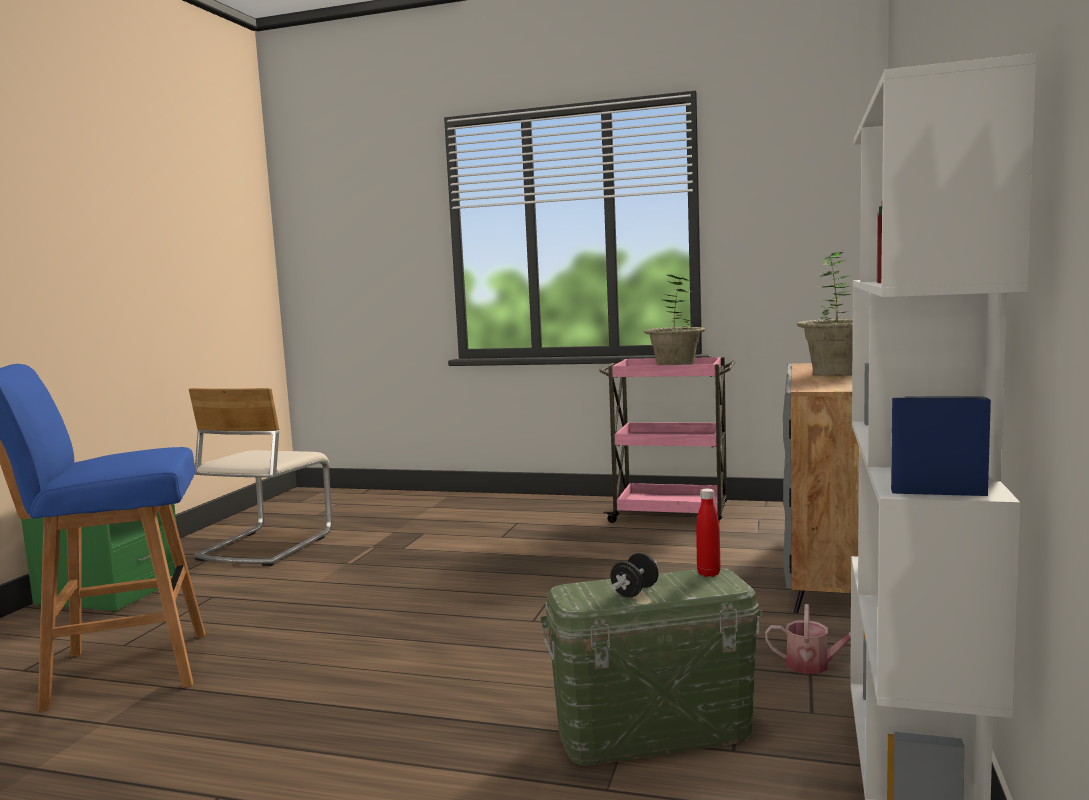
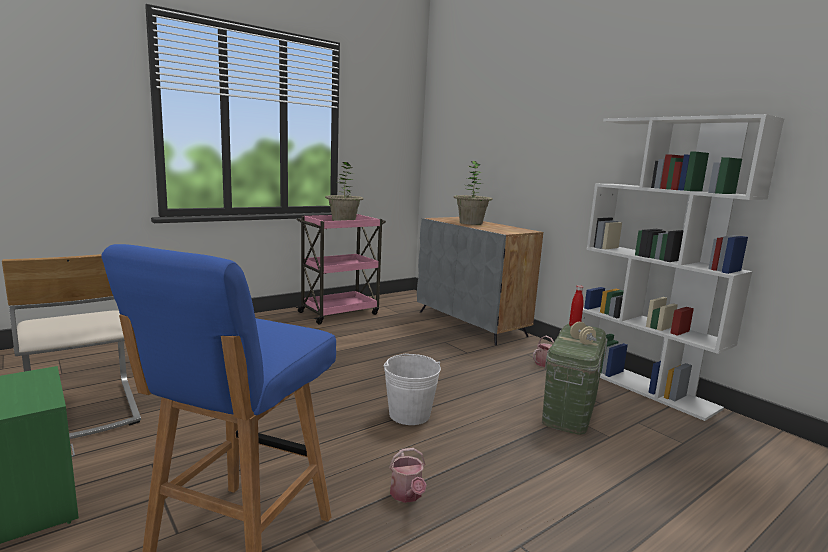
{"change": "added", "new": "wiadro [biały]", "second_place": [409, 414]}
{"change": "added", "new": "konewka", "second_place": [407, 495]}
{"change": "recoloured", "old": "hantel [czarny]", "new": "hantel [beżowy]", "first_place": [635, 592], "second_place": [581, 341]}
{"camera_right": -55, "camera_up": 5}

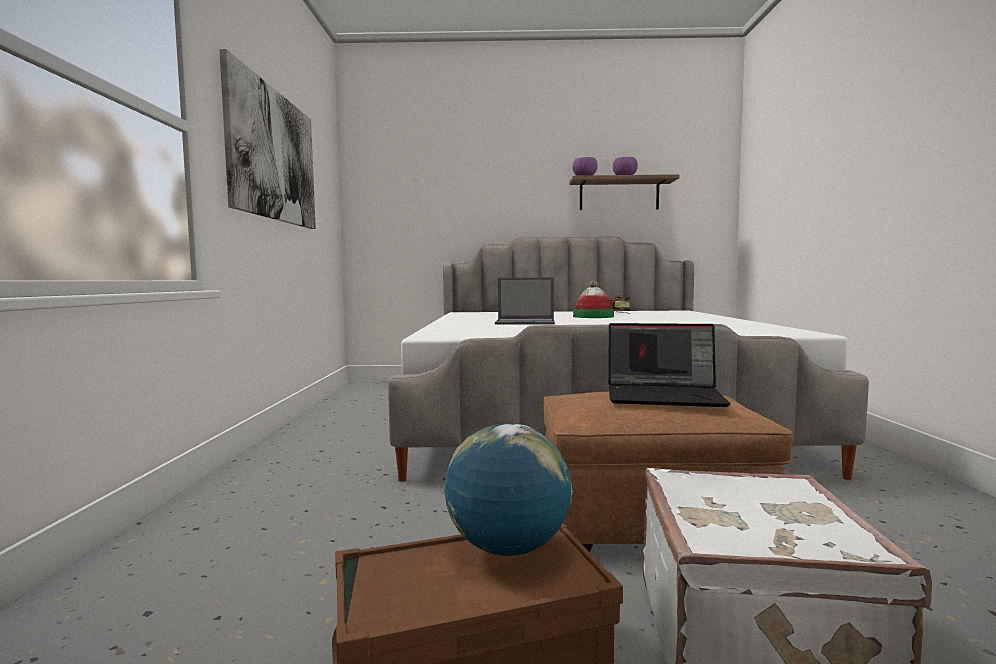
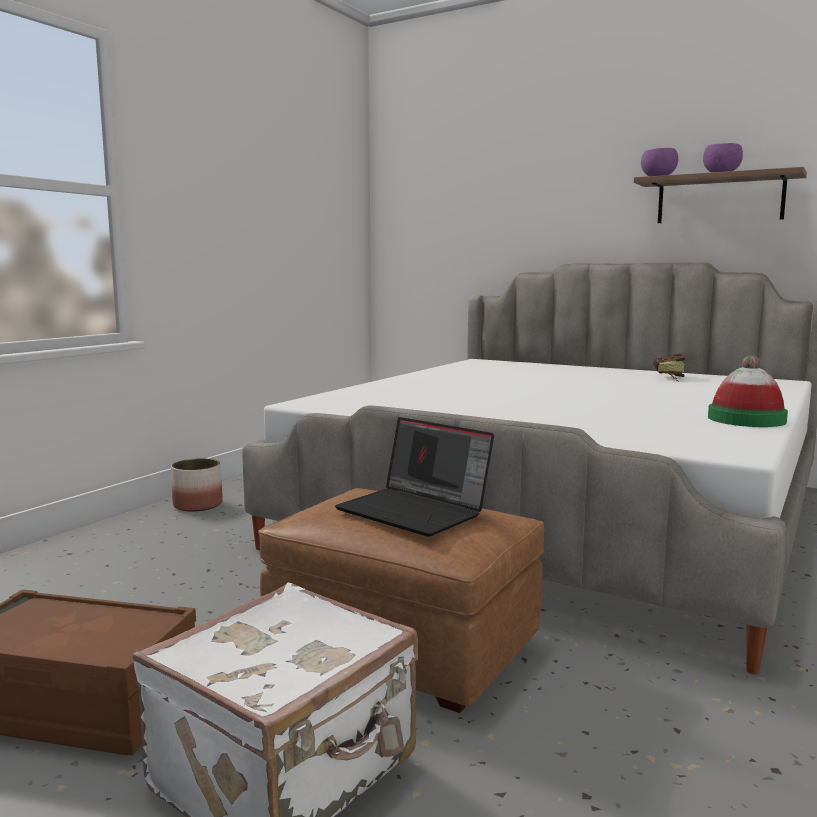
{"change": "removed", "old": "obraz", "first_place": [273, 156]}
{"change": "removed", "old": "globus", "first_place": [508, 548]}
{"change": "removed", "old": "laptop", "first_place": [526, 322]}
{"change": "added", "new": "donica", "second_place": [197, 505]}
{"change": "moved", "old": "kapelusz", "first_place": [593, 316], "second_place": [746, 419]}
{"camera_right": 30, "camera_up": 5}

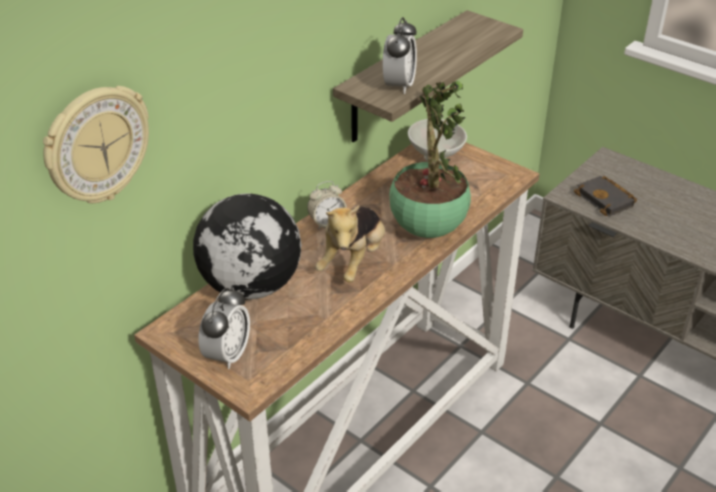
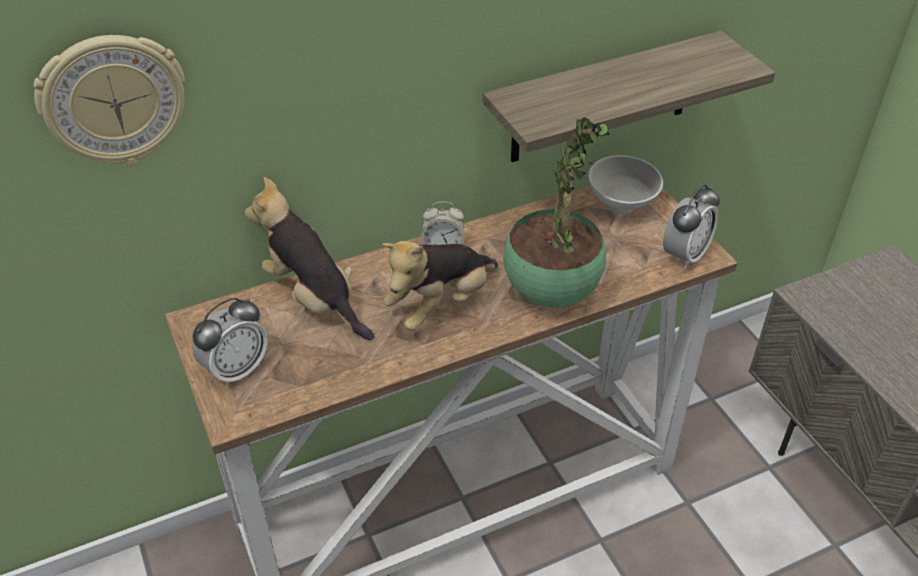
{"change": "removed", "old": "książka [czarny]", "first_place": [606, 200]}
{"change": "moved", "old": "budzik", "first_place": [399, 85], "second_place": [685, 255]}
{"change": "replaced", "old": "globus", "new": "pluszak", "first_place": [252, 286], "second_place": [314, 299]}
{"camera_right": 25, "camera_up": 5}

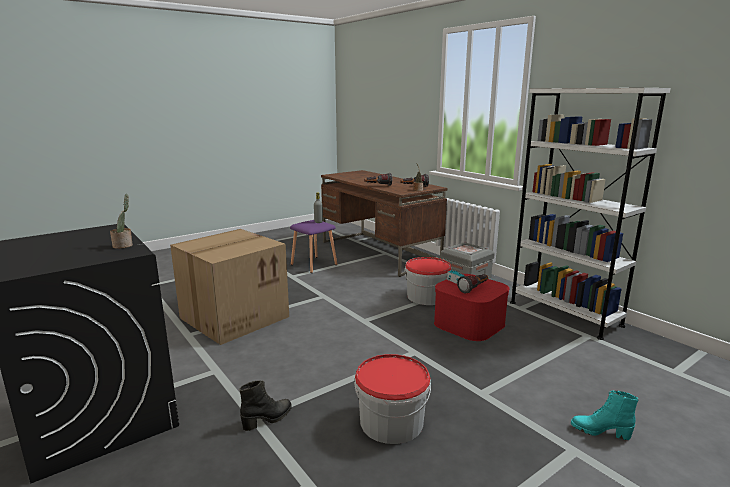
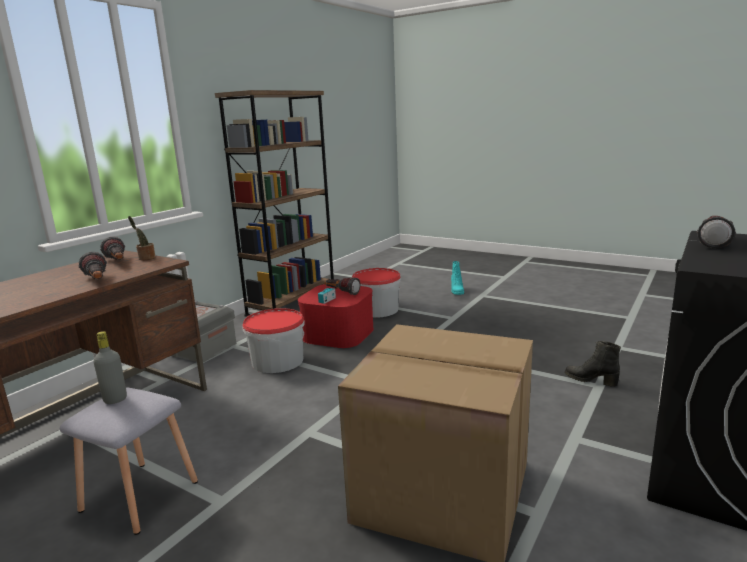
{"change": "moved", "old": "wiadro", "first_place": [391, 421], "second_place": [377, 310]}
{"change": "replaced", "old": "roślina doniczkowa", "new": "latarka", "first_place": [124, 245], "second_place": [712, 242]}
{"change": "recoloured", "old": "stołek [fioletowy]", "new": "stołek [szary]", "first_place": [313, 264], "second_place": [139, 497]}
{"change": "recoloured", "old": "regał [biały]", "new": "regał [brązowy]", "first_place": [564, 314], "second_place": [292, 304]}
{"camera_right": -110, "camera_up": 0}

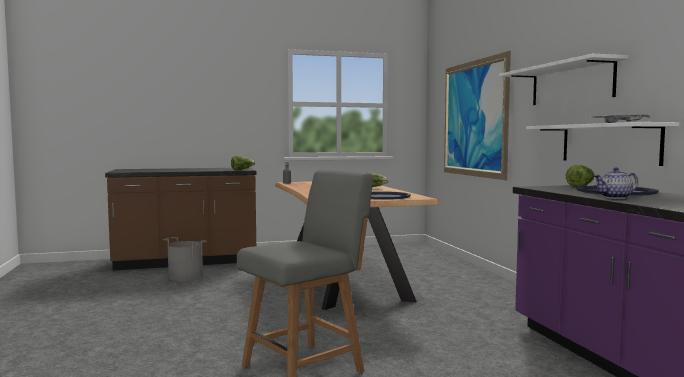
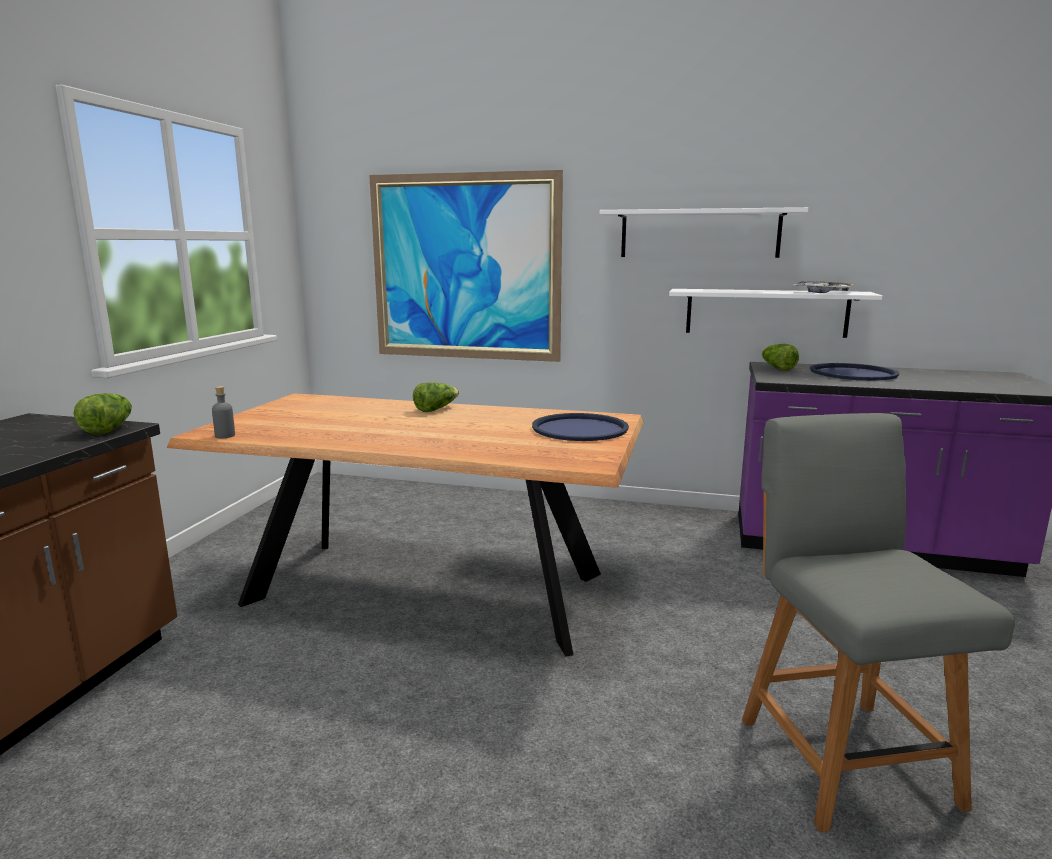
{"change": "removed", "old": "wiadro [szary]", "first_place": [186, 276]}
{"change": "removed", "old": "imbryk", "first_place": [615, 197]}
{"camera_right": -60, "camera_up": 10}

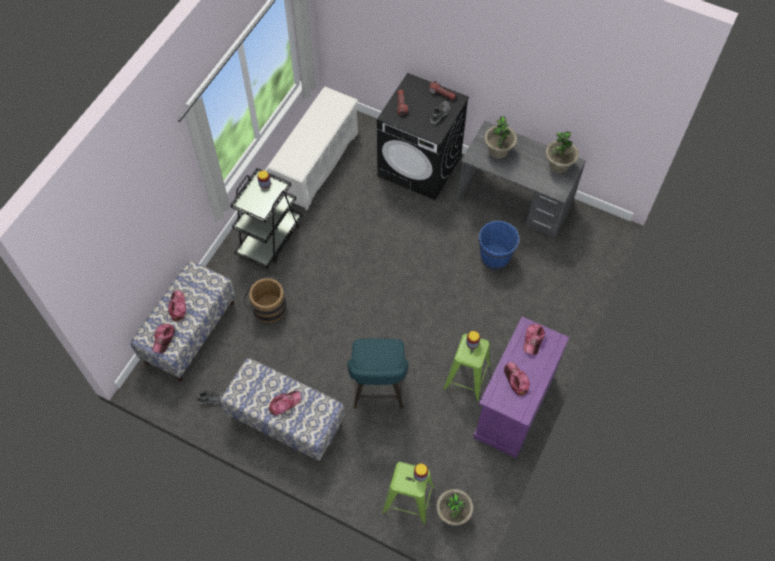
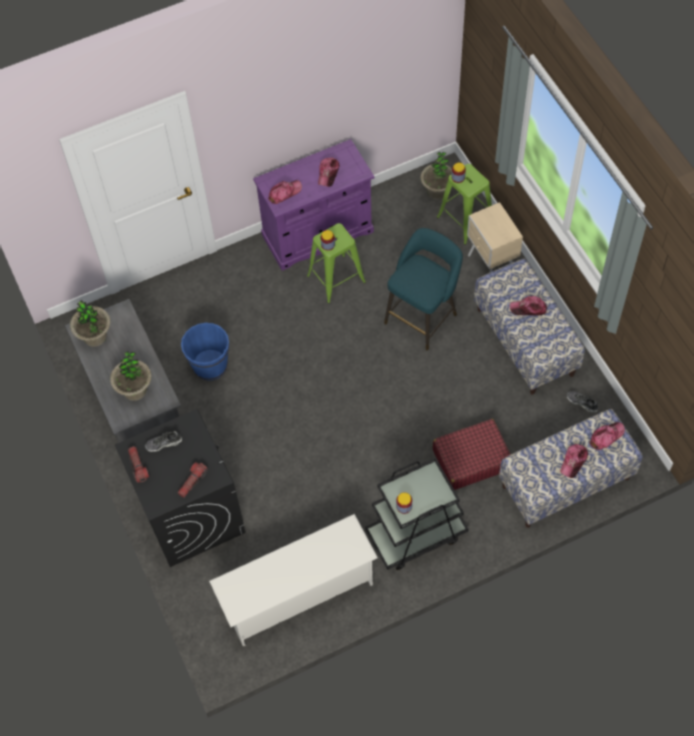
{"change": "added", "new": "szafka nocna [beżowy]", "second_place": [491, 266]}
{"change": "replaced", "old": "wiadro [brązowy]", "new": "walizka [czerwony]", "first_place": [266, 307], "second_place": [471, 459]}
{"camera_right": -140, "camera_up": 0}

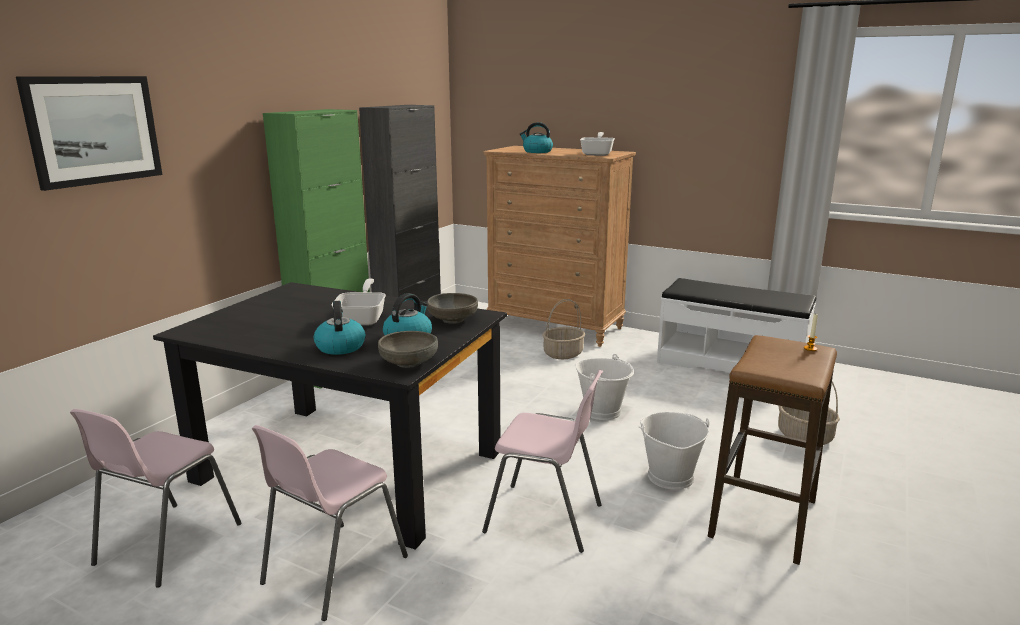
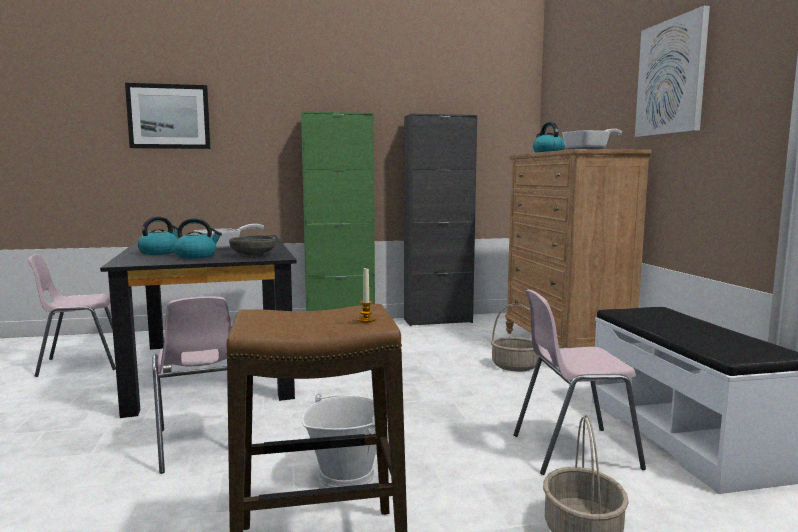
{"change": "removed", "old": "miska [szary]", "first_place": [408, 363]}
{"change": "removed", "old": "wiadro [biały]", "first_place": [602, 411]}
{"change": "added", "new": "obraz", "second_place": [671, 77]}
{"change": "moved", "old": "krzesło [różowy]", "first_place": [332, 570], "second_place": [573, 451]}
{"camera_right": 50, "camera_up": -10}

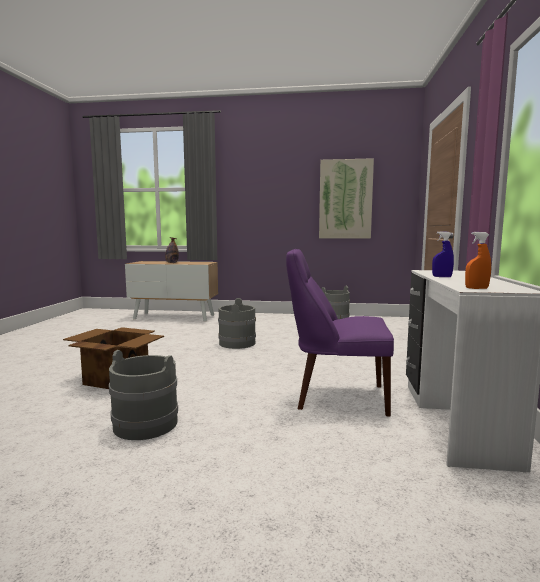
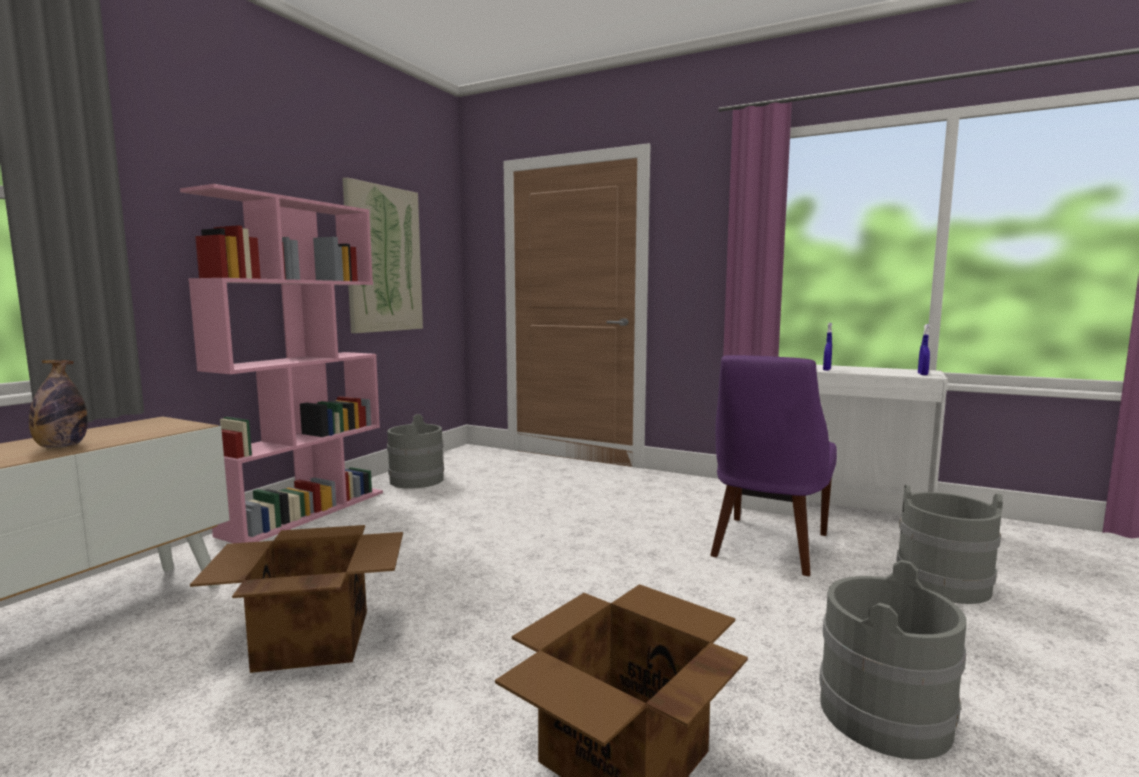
{"change": "added", "new": "regał [różowy]", "second_place": [306, 512]}
{"change": "added", "new": "karton", "second_place": [311, 639]}
{"change": "moved", "old": "wiadro [szary]", "first_place": [237, 343], "second_place": [942, 583]}
{"change": "recoloured", "old": "spryskiwacz [pomarańczowy]", "new": "spryskiwacz [niebieski]", "first_place": [476, 288], "second_place": [922, 374]}
{"camera_right": -70, "camera_up": 0}

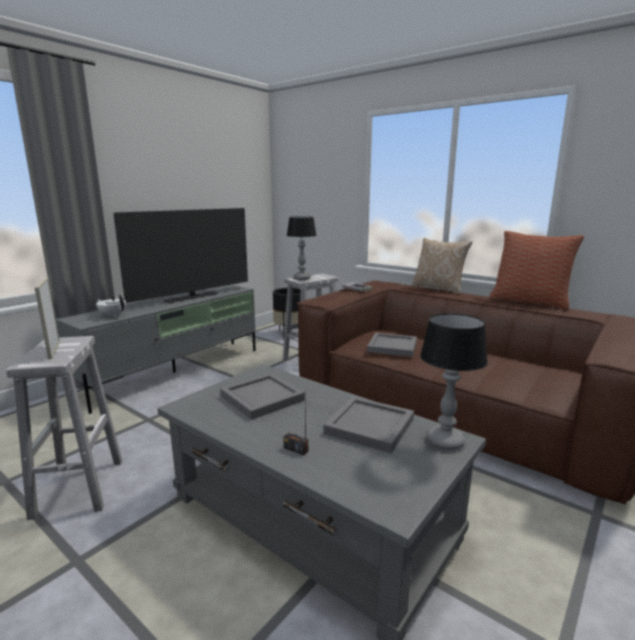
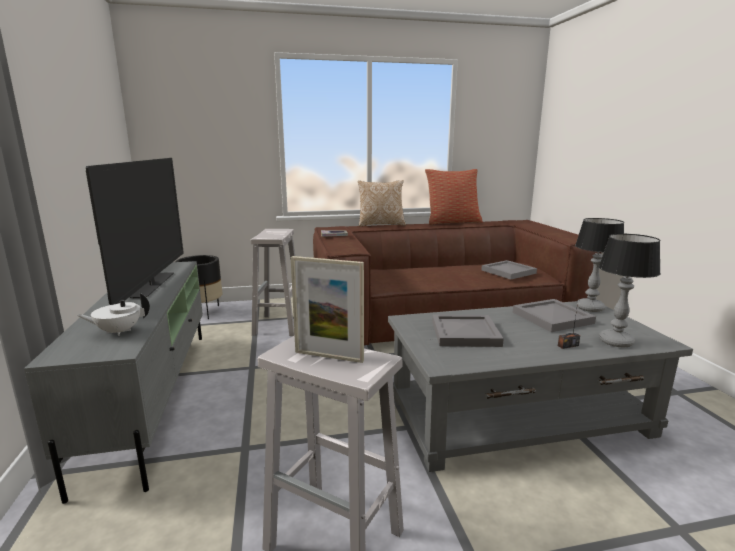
{"change": "moved", "old": "lampa stołowa", "first_place": [301, 278], "second_place": [616, 342]}
{"change": "moved", "old": "taca [szary]", "first_place": [392, 346], "second_place": [507, 271]}
{"camera_right": -50, "camera_up": 0}

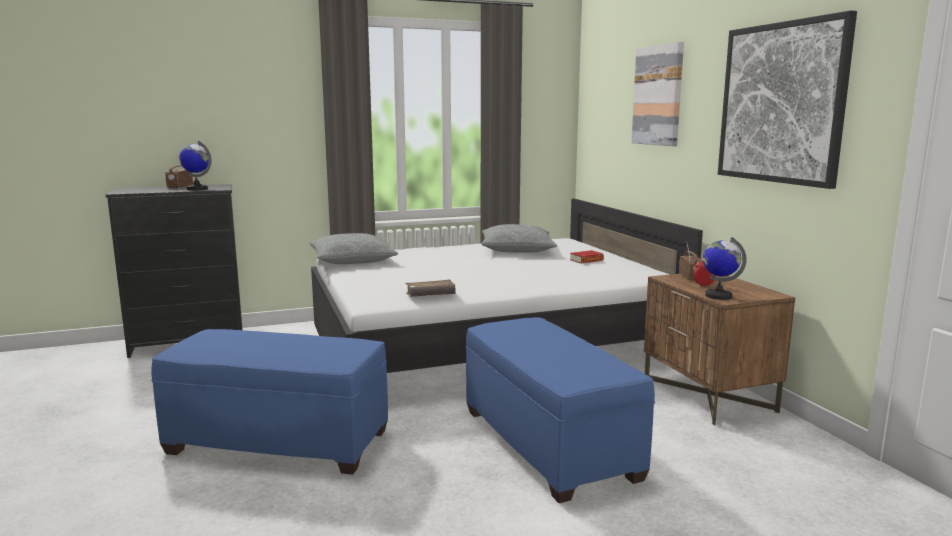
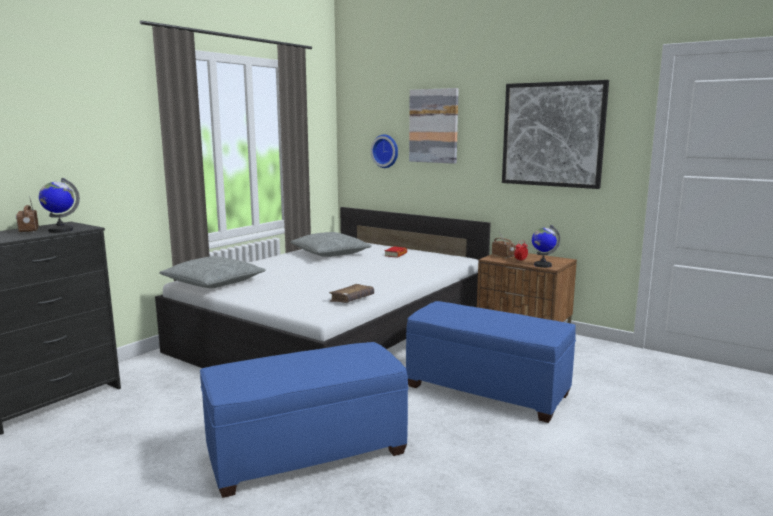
{"change": "added", "new": "zegar ścienny", "second_place": [386, 151]}
{"camera_right": -35, "camera_up": 0}

